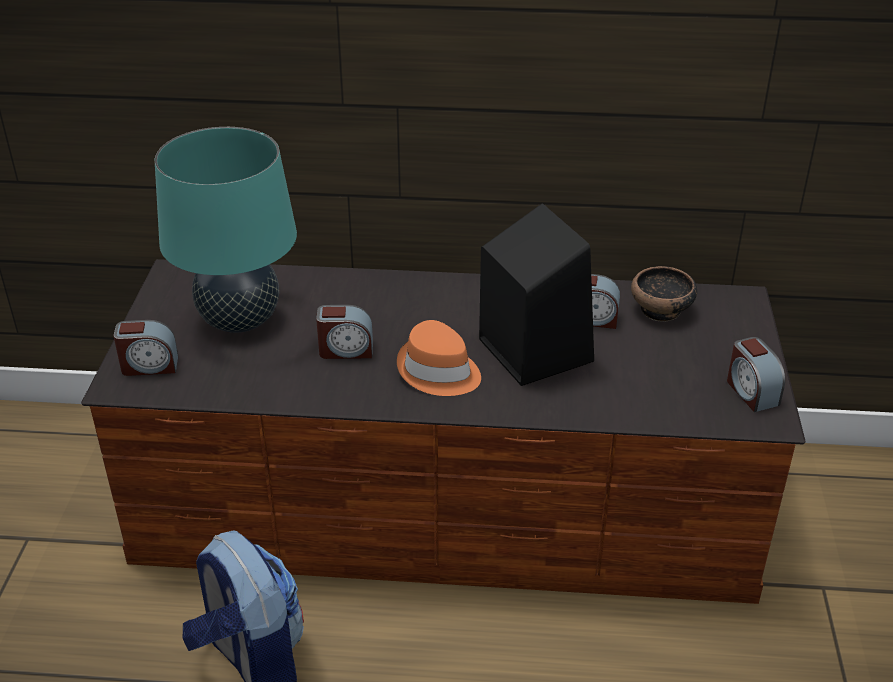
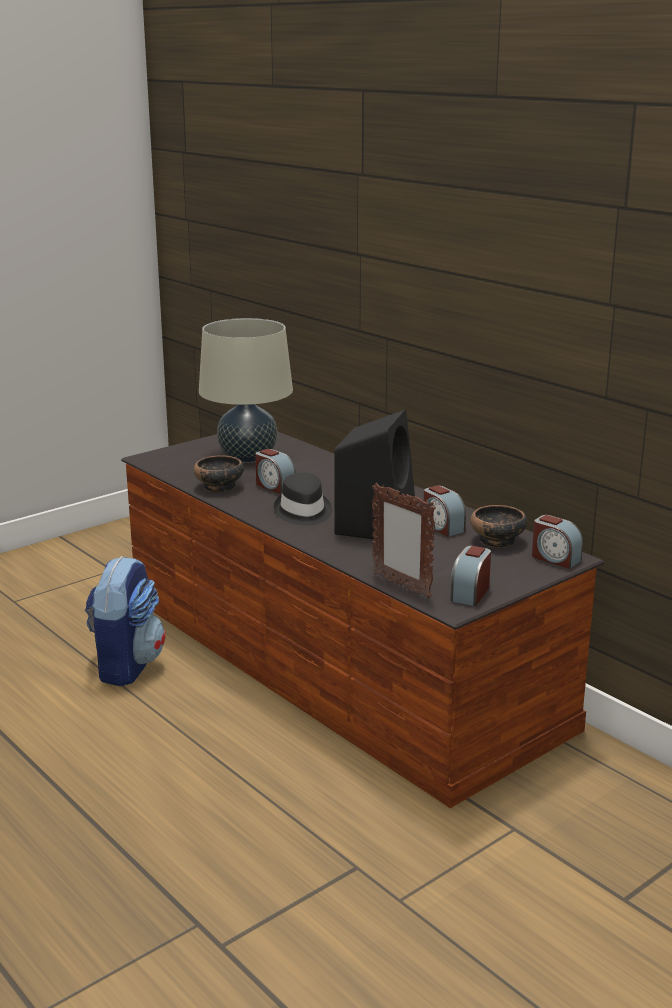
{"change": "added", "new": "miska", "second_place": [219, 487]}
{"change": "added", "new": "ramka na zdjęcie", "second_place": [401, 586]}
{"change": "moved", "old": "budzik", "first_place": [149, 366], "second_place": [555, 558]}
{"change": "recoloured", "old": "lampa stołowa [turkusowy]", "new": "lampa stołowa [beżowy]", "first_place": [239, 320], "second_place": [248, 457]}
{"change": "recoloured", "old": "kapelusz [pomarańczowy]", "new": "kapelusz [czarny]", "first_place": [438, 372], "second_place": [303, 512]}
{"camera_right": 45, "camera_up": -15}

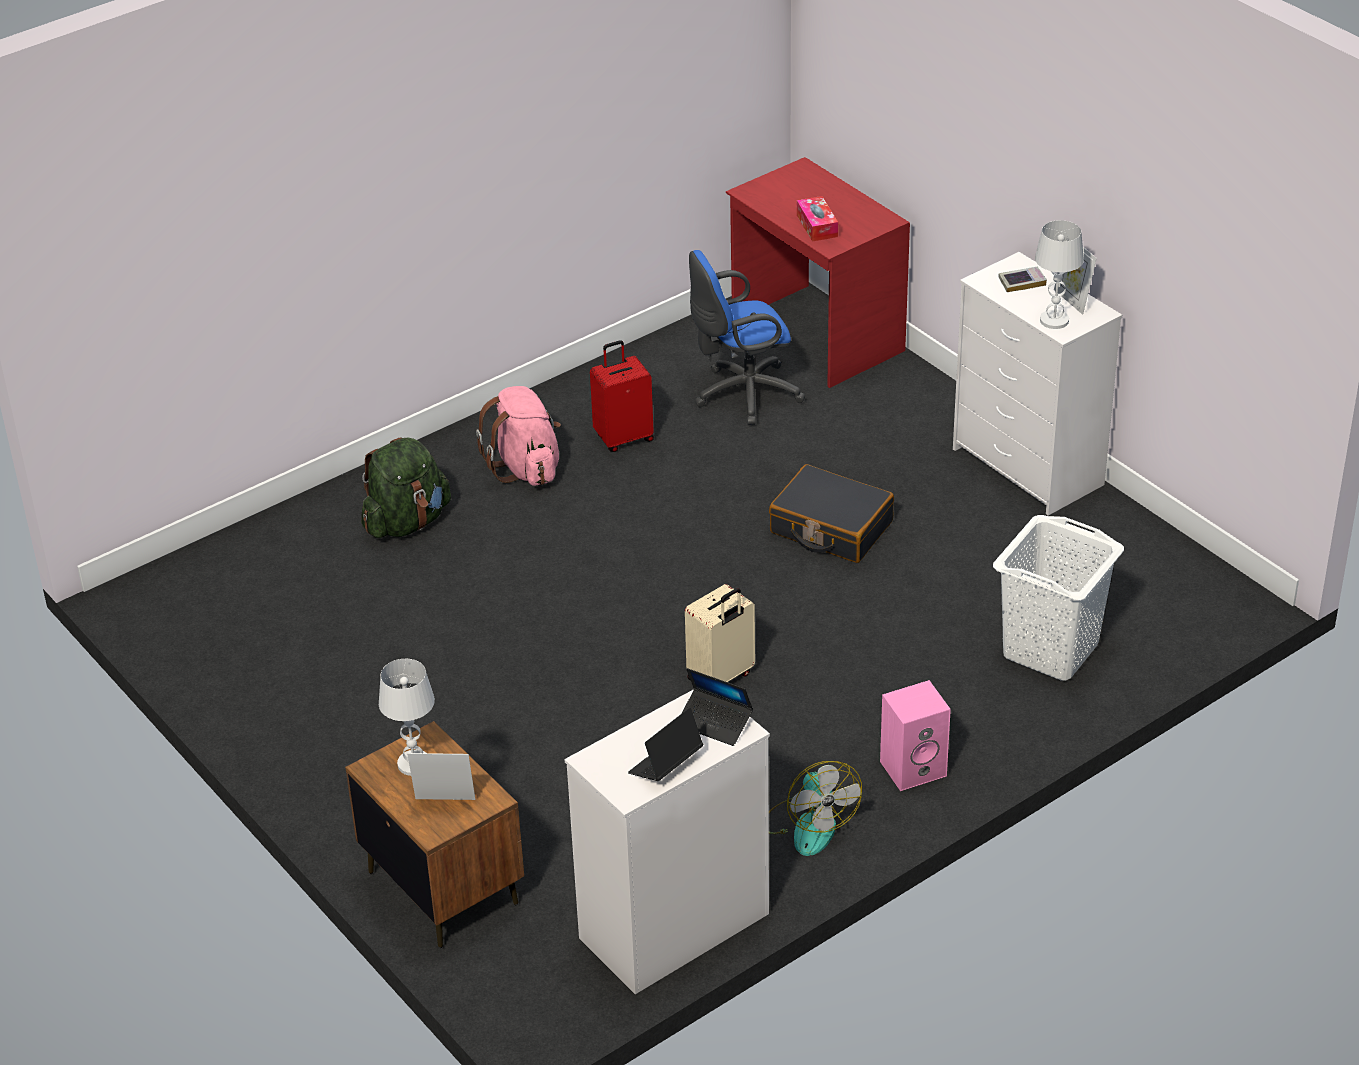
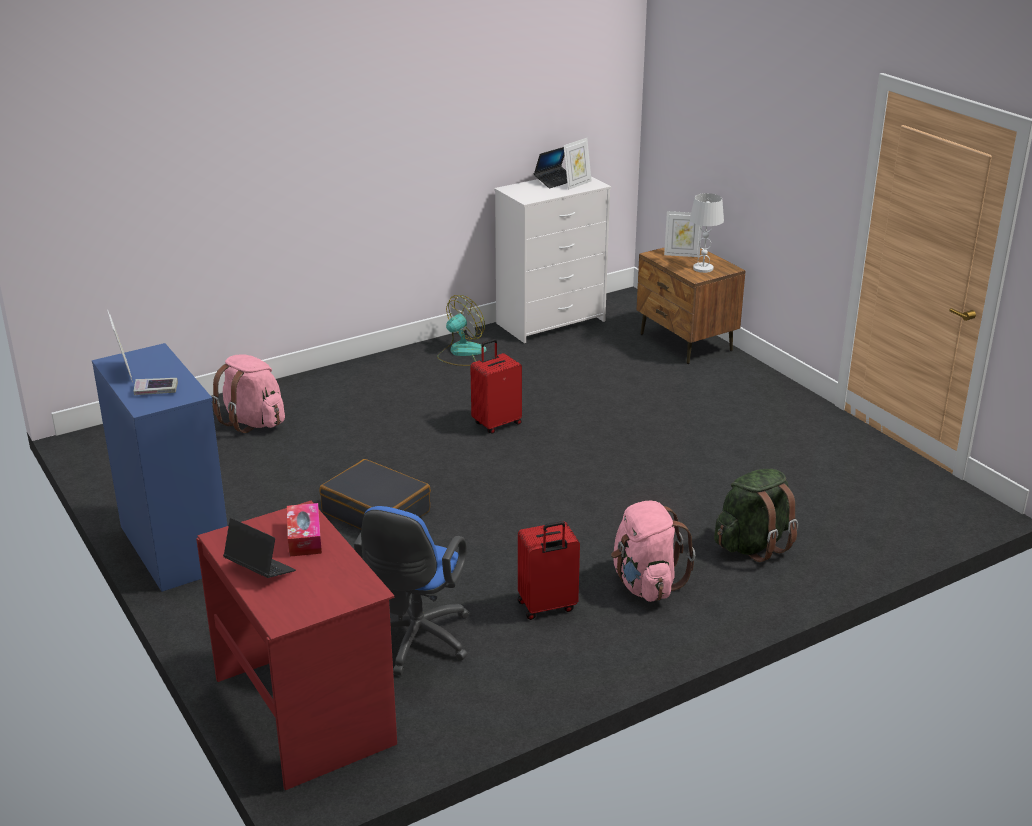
{"change": "removed", "old": "głośnik [różowy]", "first_place": [914, 767]}
{"change": "removed", "old": "lampa stołowa [biały]", "first_place": [1054, 320]}
{"change": "added", "new": "ramka na zdjęcie", "second_place": [577, 184]}
{"change": "moved", "old": "laptop", "first_place": [714, 723], "second_place": [260, 569]}
{"change": "replaced", "old": "kosz na pranie [biały]", "new": "plecak [różowy]", "first_place": [1051, 650], "second_place": [253, 422]}
{"change": "recoloured", "old": "walizka [beżowy]", "new": "walizka [czerwony]", "first_place": [721, 677], "second_place": [496, 423]}
{"change": "recoloured", "old": "komoda [biały]", "new": "komoda [niebieski]", "first_place": [1029, 467], "second_place": [174, 546]}
{"change": "turned", "old": "krzesło biurowe [niebieski]", "first_place": [742, 395], "second_place": [415, 643], "degrees": 120}
{"change": "turned", "old": "wentylator", "first_place": [808, 825], "second_place": [461, 353], "degrees": 60}
{"camera_right": -175, "camera_up": -10}

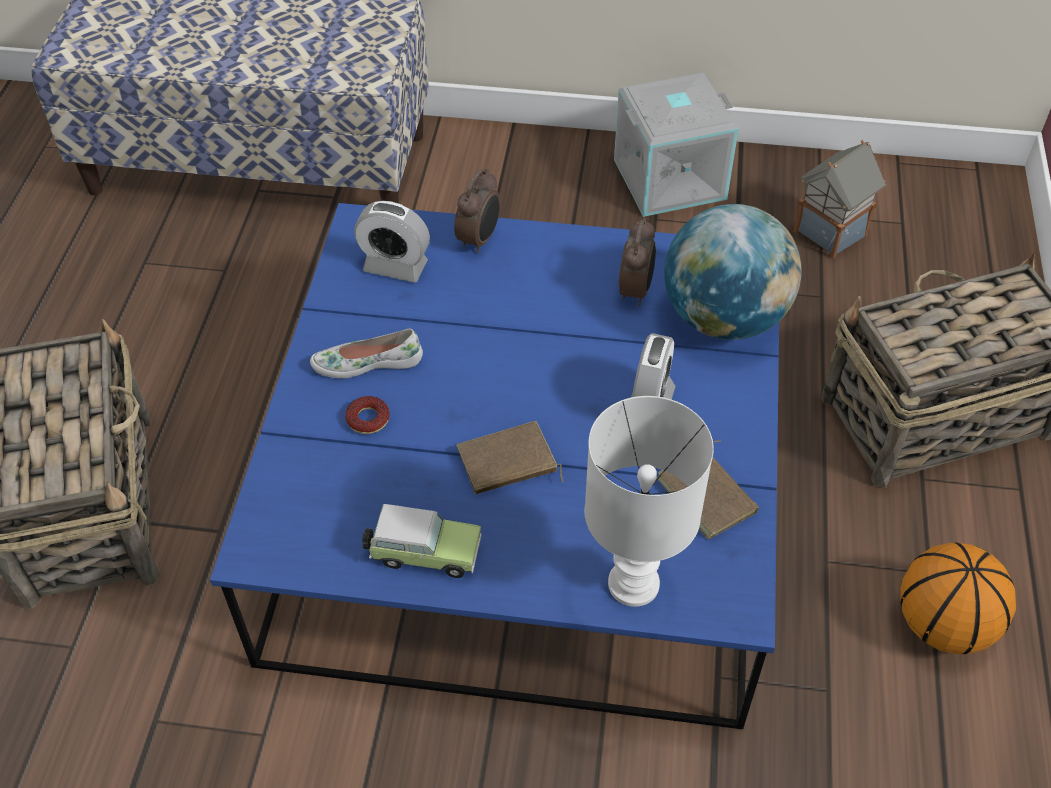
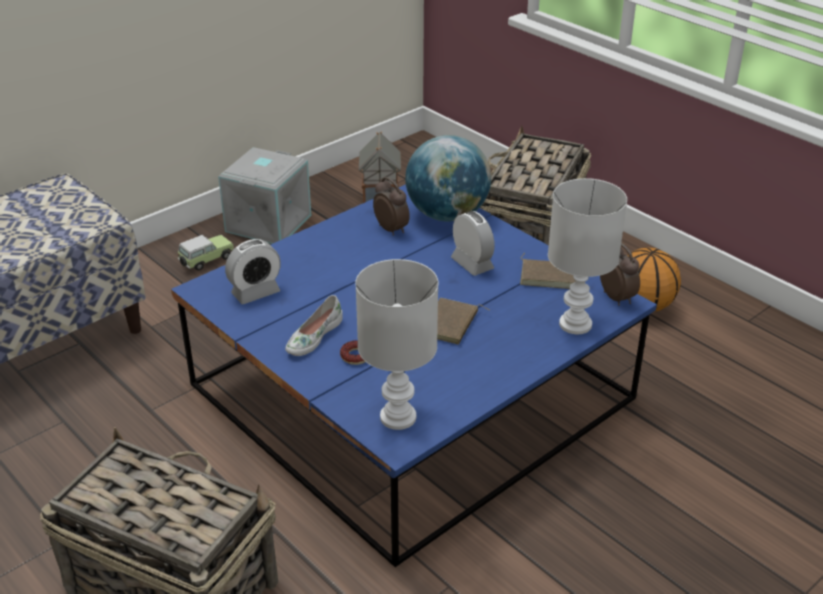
{"change": "added", "new": "lampa stołowa [biały]", "second_place": [399, 417]}
{"change": "moved", "old": "samochodzik", "first_place": [423, 553], "second_place": [205, 261]}
{"change": "moved", "old": "budzik", "first_place": [480, 239], "second_place": [617, 297]}
{"camera_right": -50, "camera_up": -15}

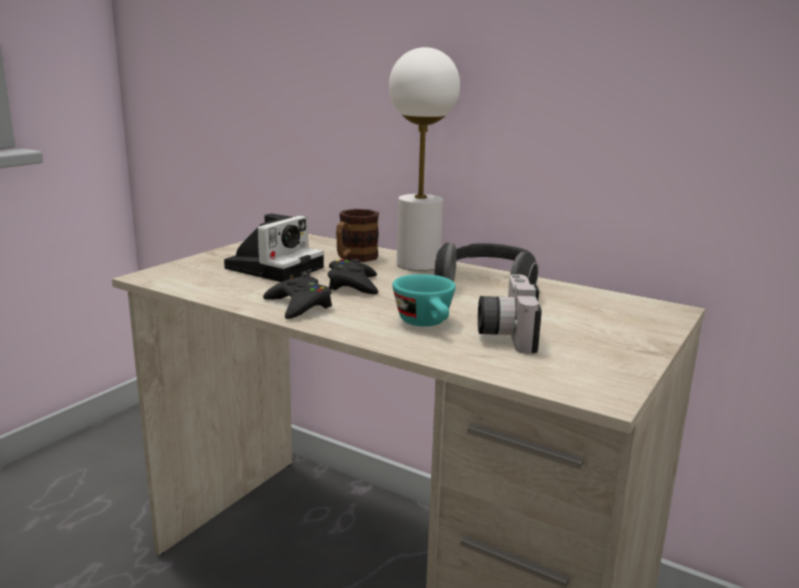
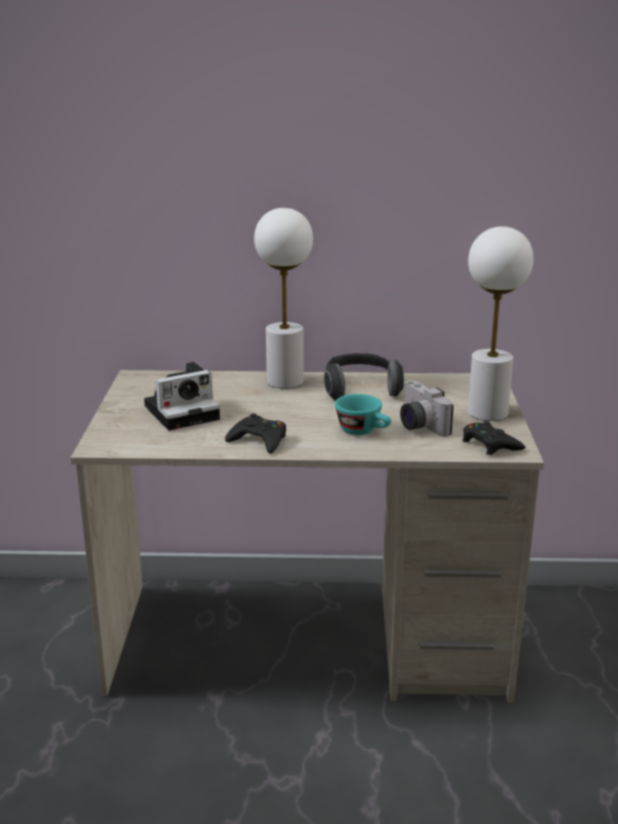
{"change": "removed", "old": "kubek", "first_place": [354, 258]}
{"change": "added", "new": "lampa stołowa [biały]", "second_place": [487, 412]}
{"change": "moved", "old": "pad do gier [czarny]", "first_place": [353, 284], "second_place": [490, 444]}
{"change": "turned", "old": "aparat fotograficzny", "first_place": [275, 267], "second_place": [184, 411], "degrees": 60}
{"camera_right": -30, "camera_up": 5}

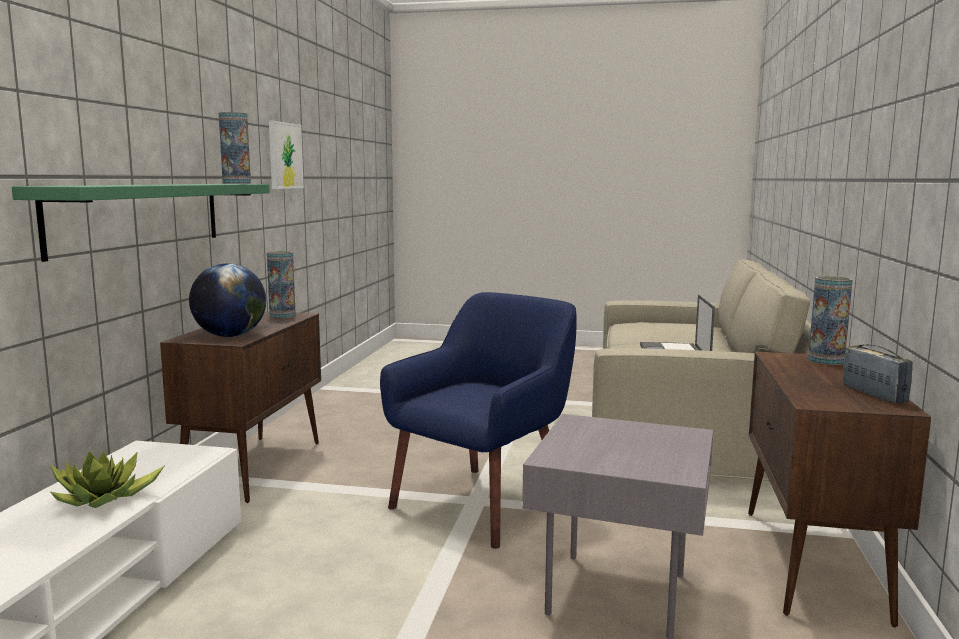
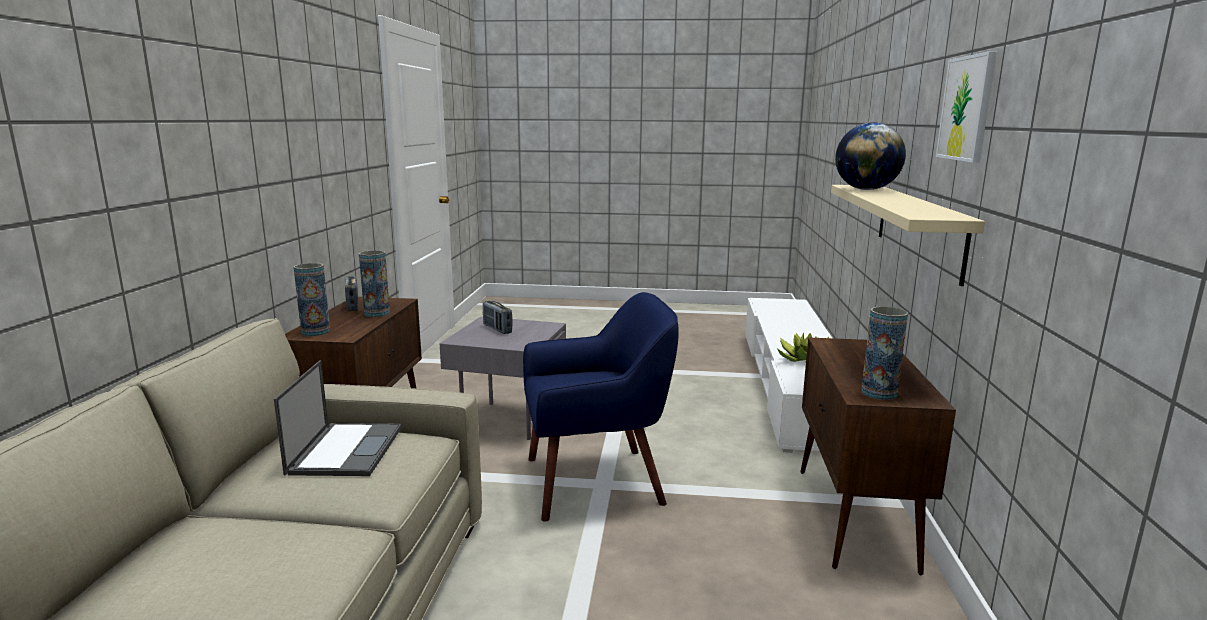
{"change": "added", "new": "radio", "second_place": [497, 329]}
{"change": "moved", "old": "globus", "first_place": [230, 336], "second_place": [866, 189]}
{"change": "moved", "old": "wazon", "first_place": [236, 183], "second_place": [377, 313]}
{"change": "moved", "old": "obraz", "first_place": [285, 156], "second_place": [966, 108]}
{"change": "recoloured", "old": "półka [zielony]", "new": "półka [beżowy]", "first_place": [140, 216], "second_place": [918, 228]}
{"change": "turned", "old": "fotel [niebieski]", "first_place": [483, 503], "second_place": [596, 481], "degrees": -135}
{"camera_right": 175, "camera_up": 5}

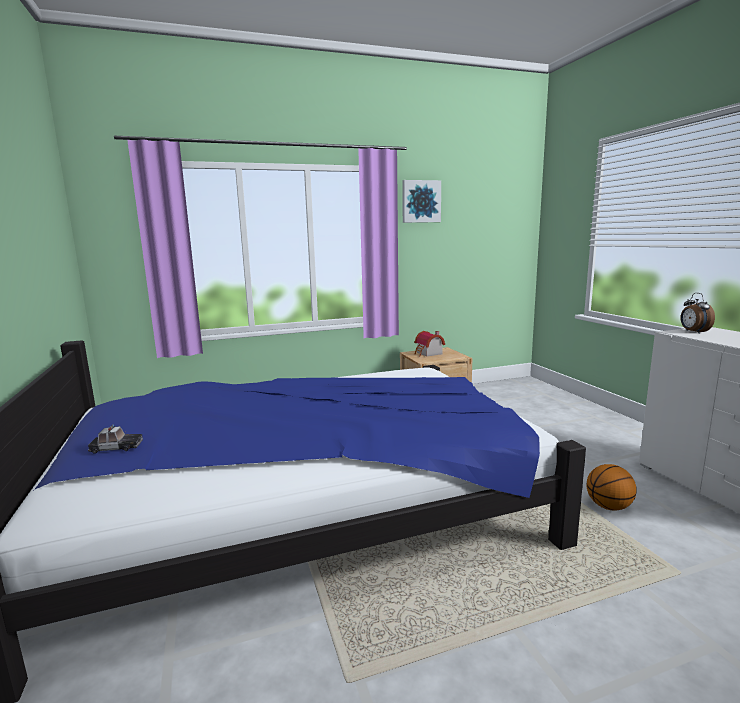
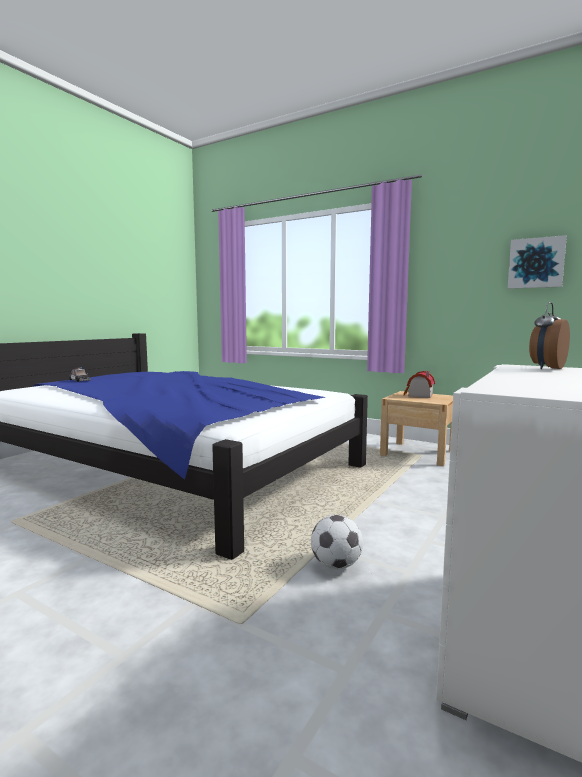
{"change": "moved", "old": "obraz", "first_place": [420, 201], "second_place": [536, 263]}
{"change": "replaced", "old": "piłka do koszykówki", "new": "piłka futbolowa", "first_place": [609, 506], "second_place": [336, 565]}
{"camera_right": 50, "camera_up": -5}

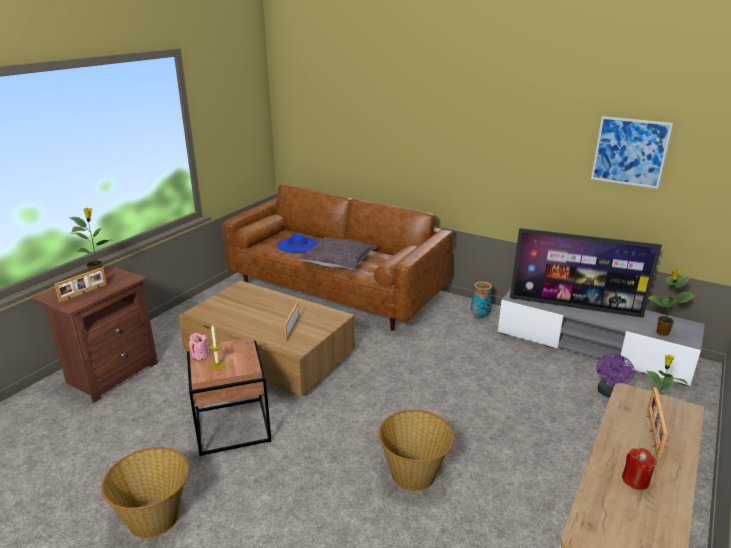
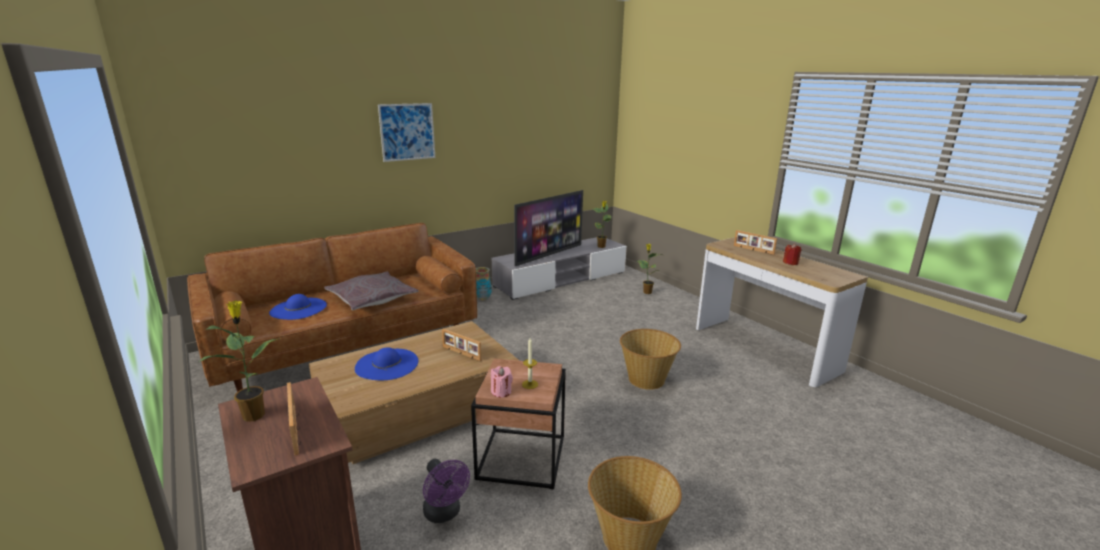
{"change": "added", "new": "kapelusz [niebieski]", "second_place": [387, 364]}
{"change": "moved", "old": "obraz", "first_place": [630, 152], "second_place": [407, 132]}
{"change": "moved", "old": "wentylator [fioletowy]", "first_place": [610, 393], "second_place": [445, 514]}
{"camera_right": -65, "camera_up": -5}

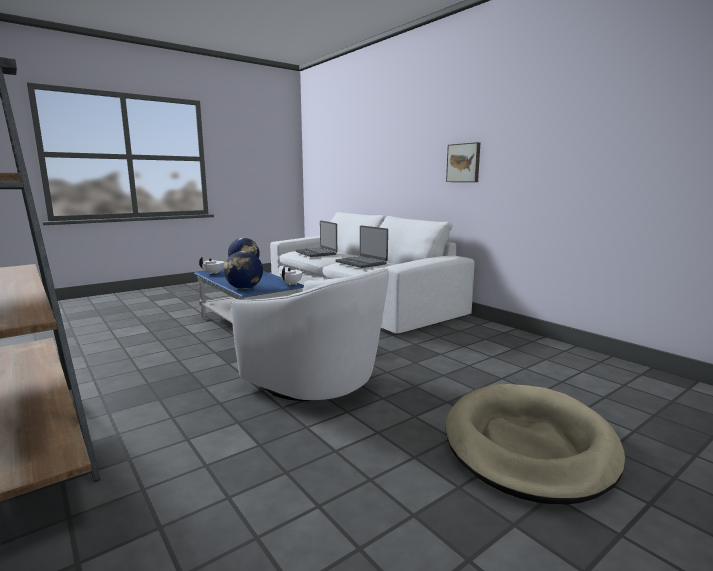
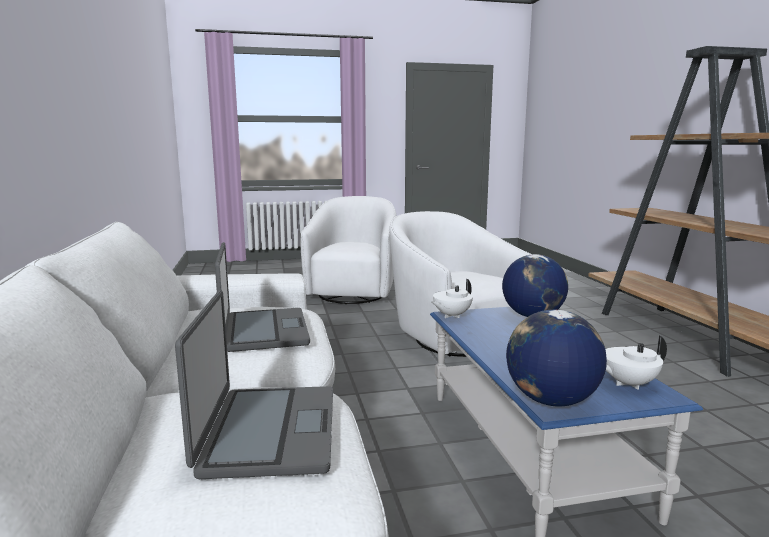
{"change": "removed", "old": "obraz", "first_place": [464, 163]}
{"change": "replaced", "old": "legowisko [beżowy]", "new": "fotel [biały]", "first_place": [528, 445], "second_place": [353, 292]}
{"camera_right": -155, "camera_up": 0}

